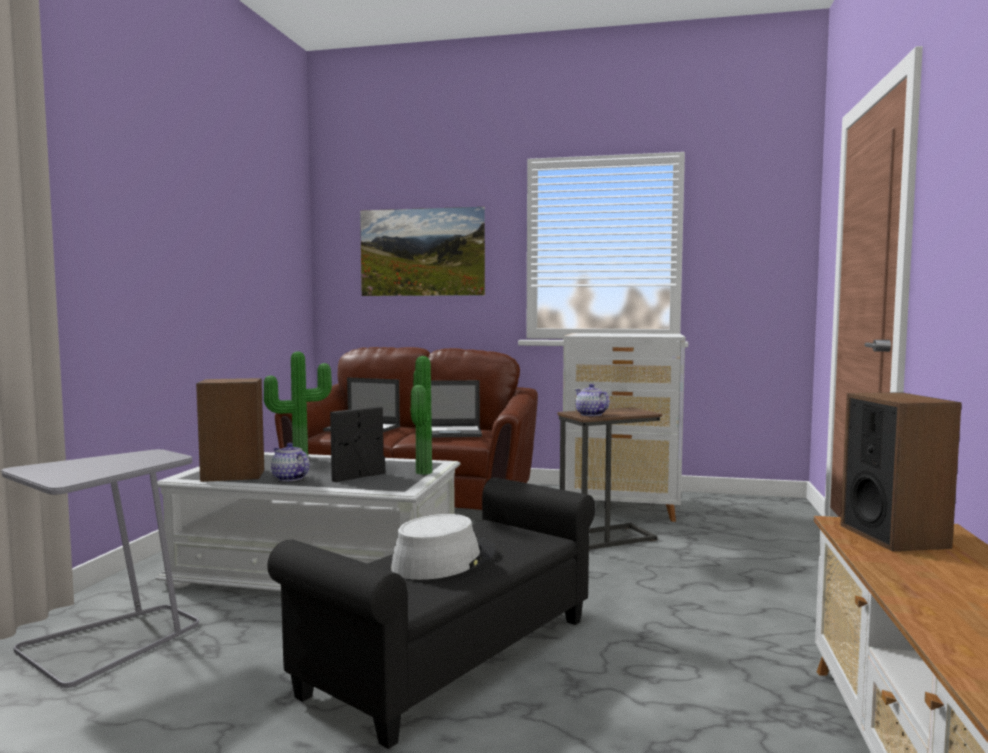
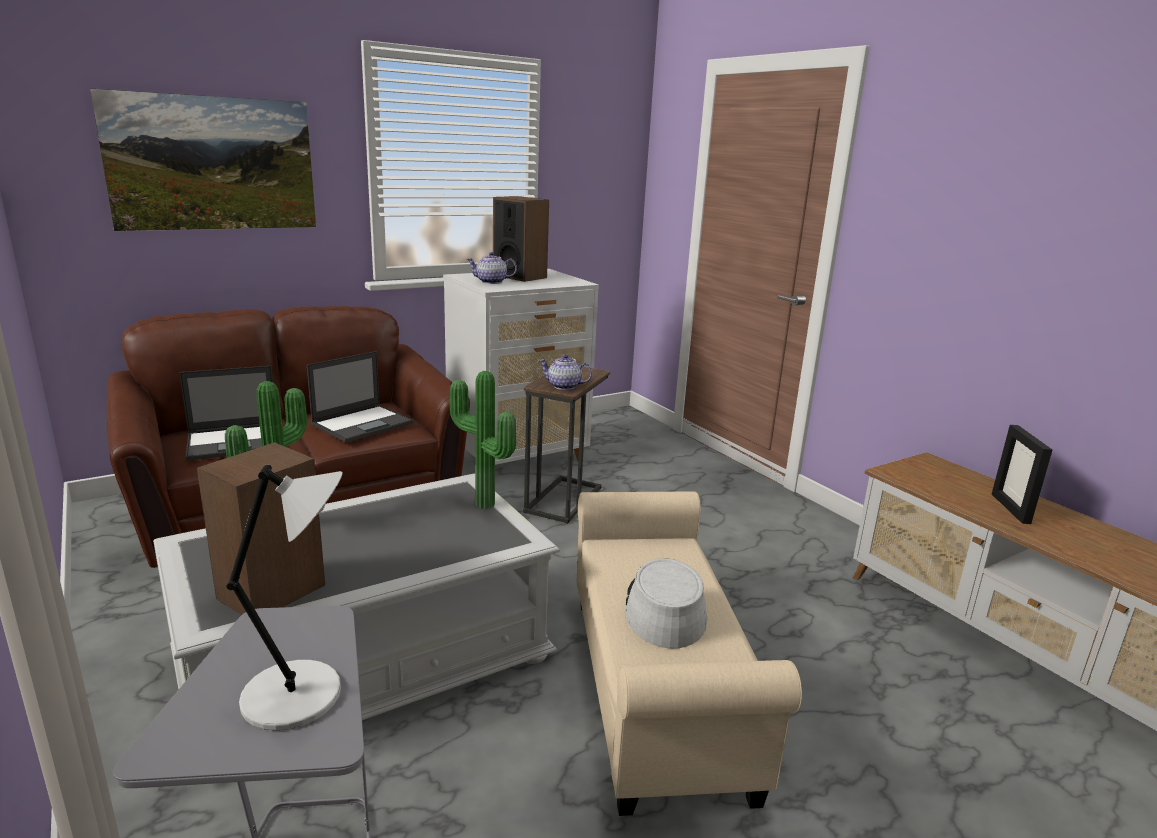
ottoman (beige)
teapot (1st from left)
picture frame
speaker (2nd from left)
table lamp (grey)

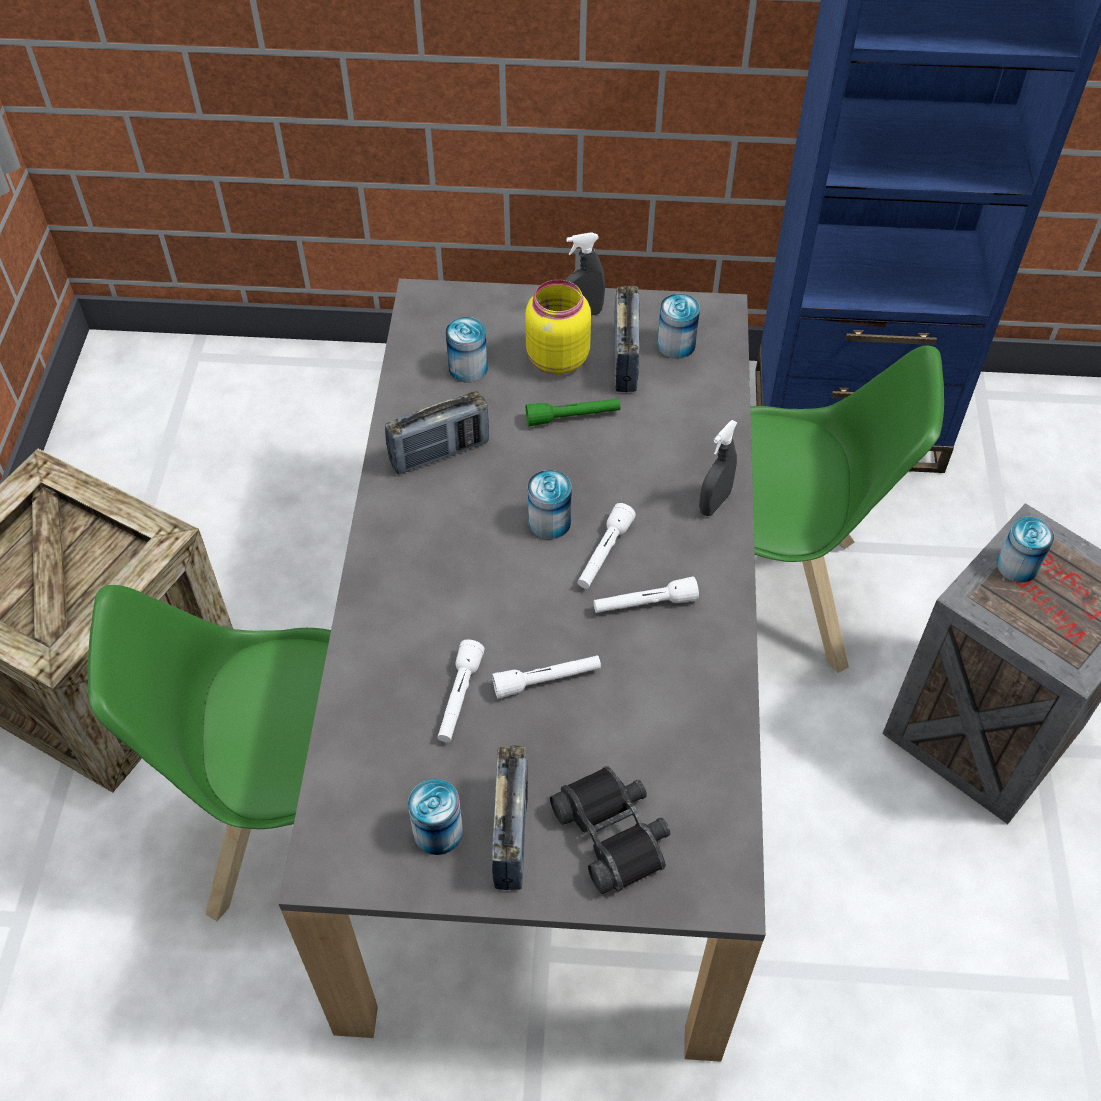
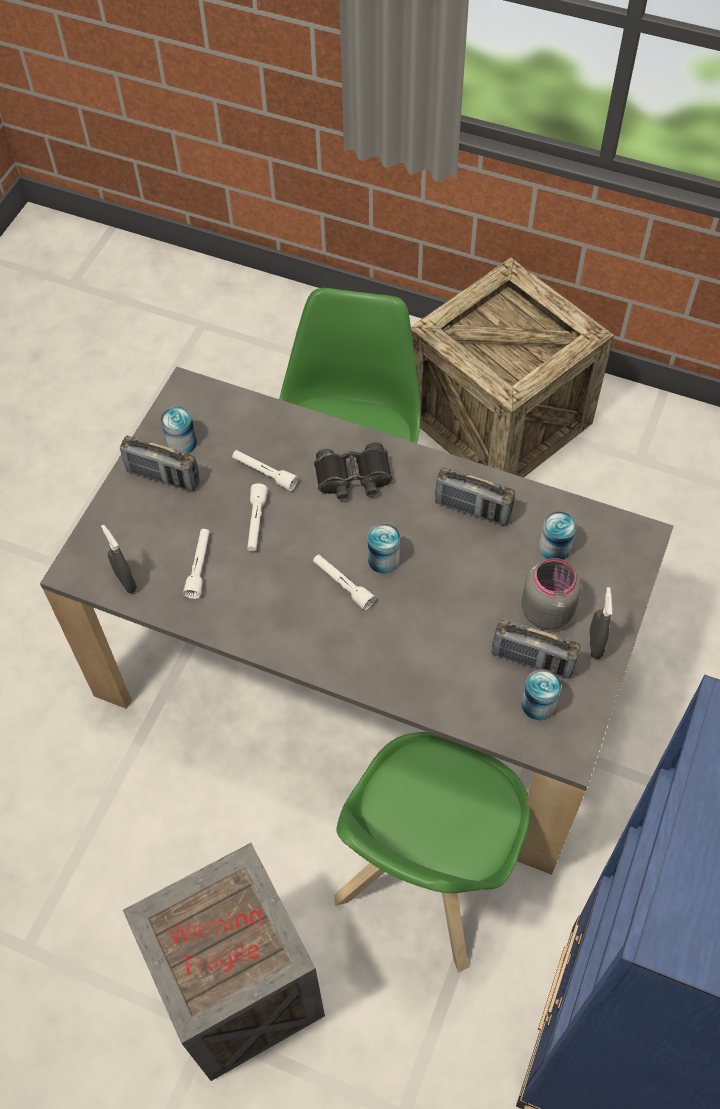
radio (2nd from left)
jar (grey)
flashlight (green)
binoculars (black)
flashlight (white) (1st from left)
spray bottle (grey) (1st from left)
can (5th from left in the first image)

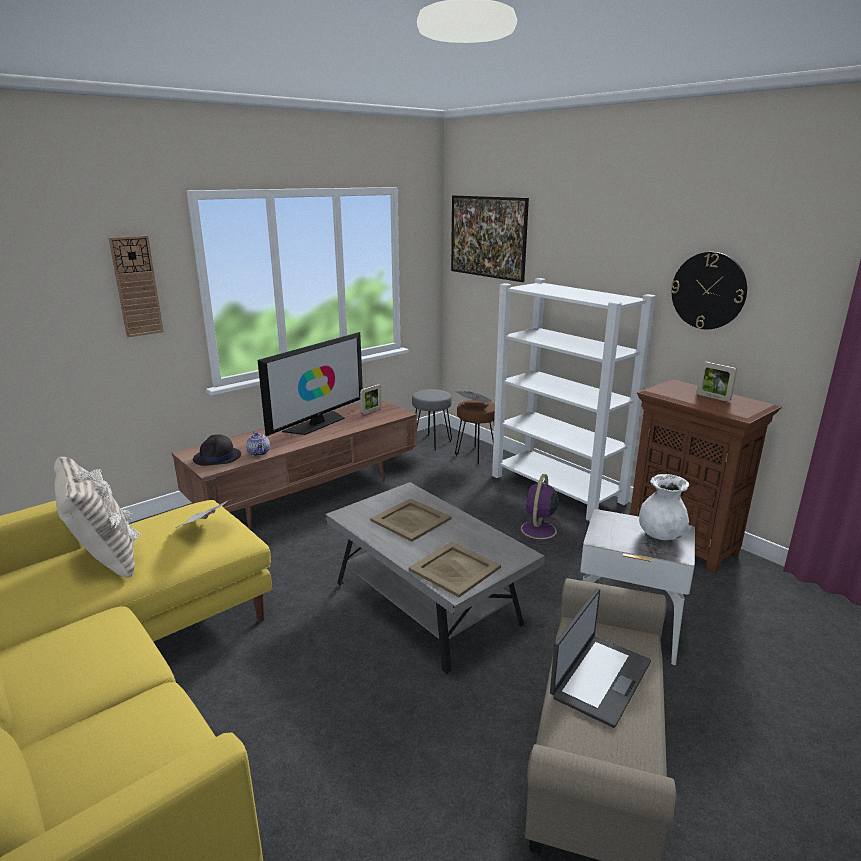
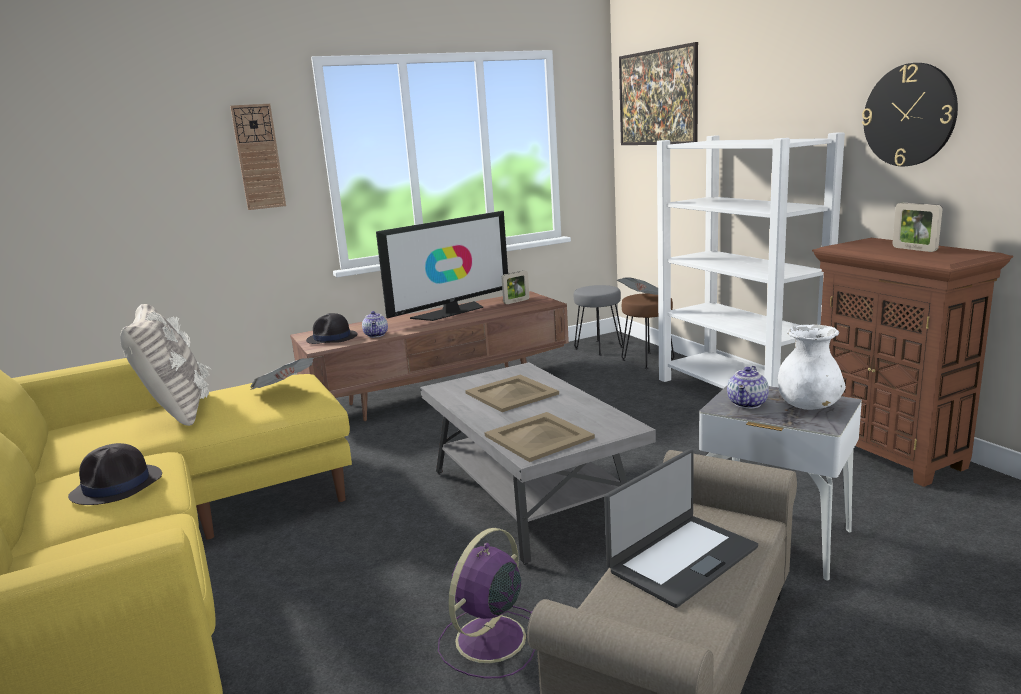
fan (purple)
hat (black) (1st from left)
teapot (2nd from left)

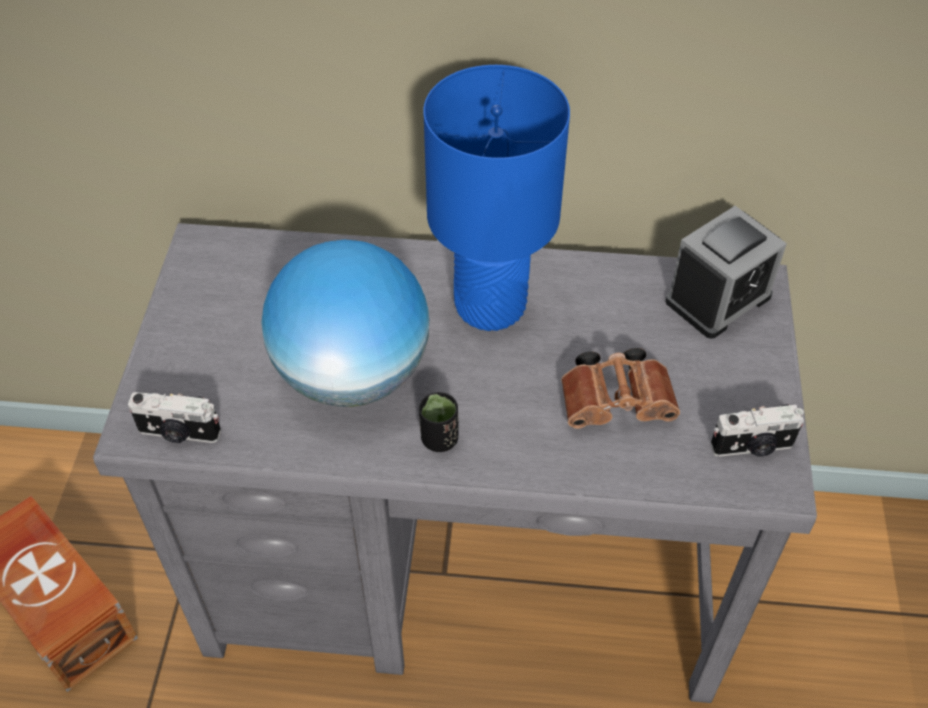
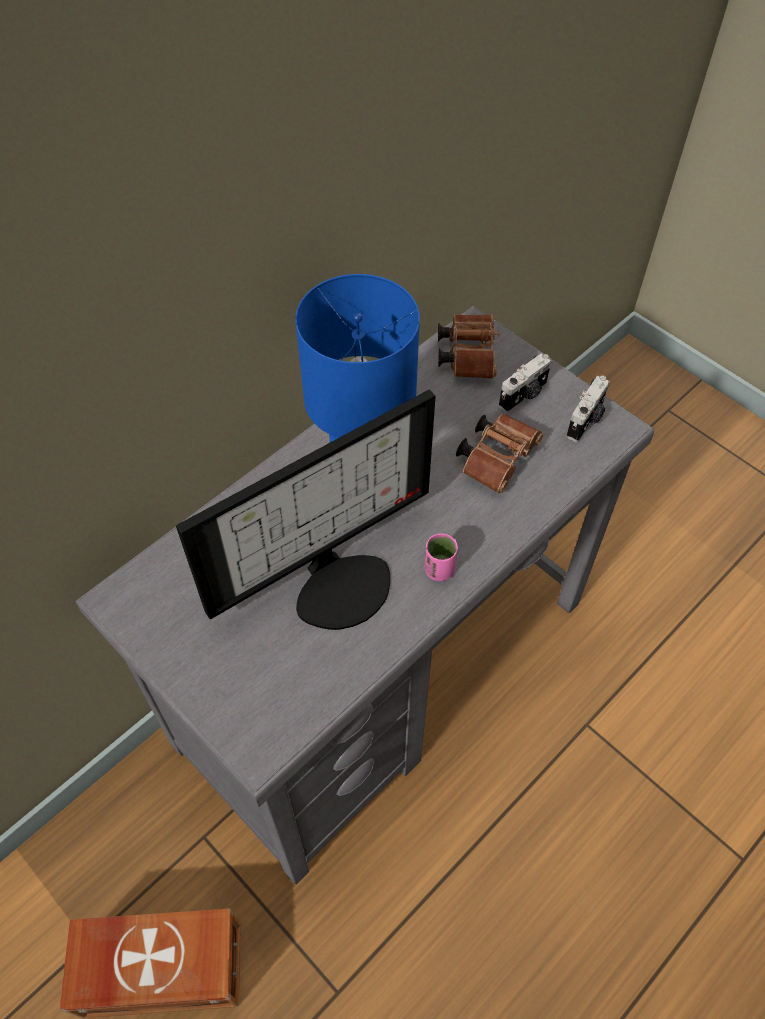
photo camera (1st from left)
monitor
cup (pink)
binoculars (brown) (1st from left)

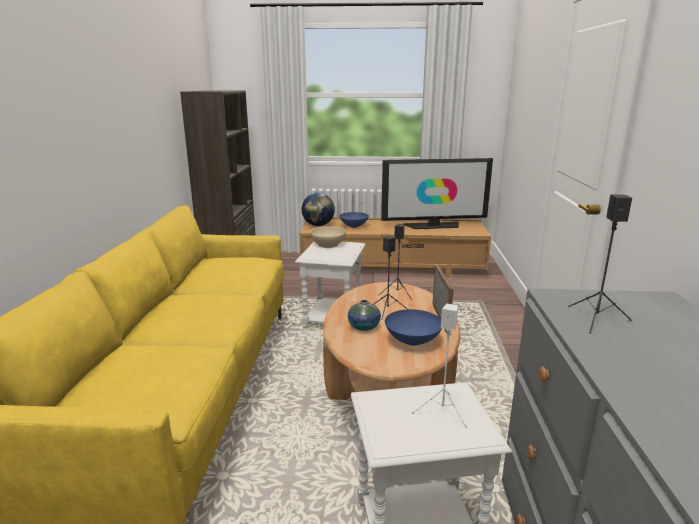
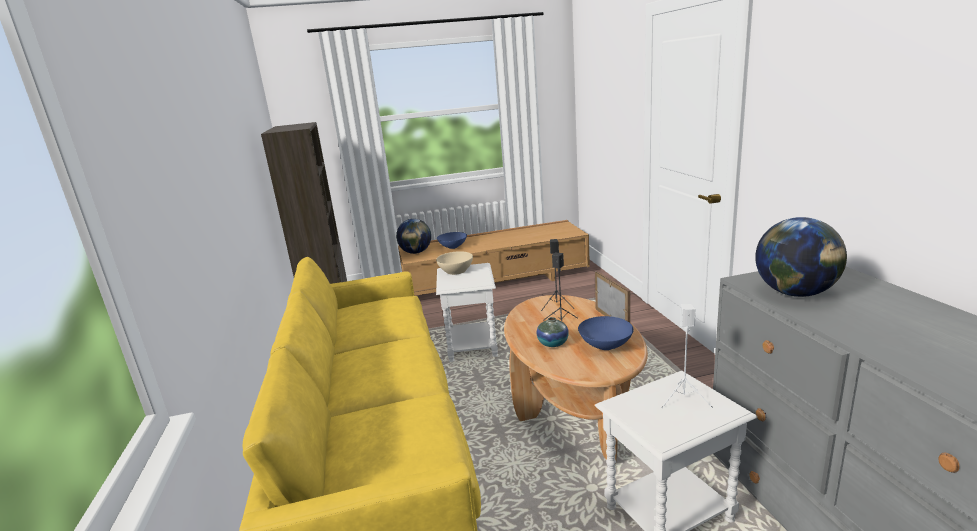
television
globe (2nd from left)

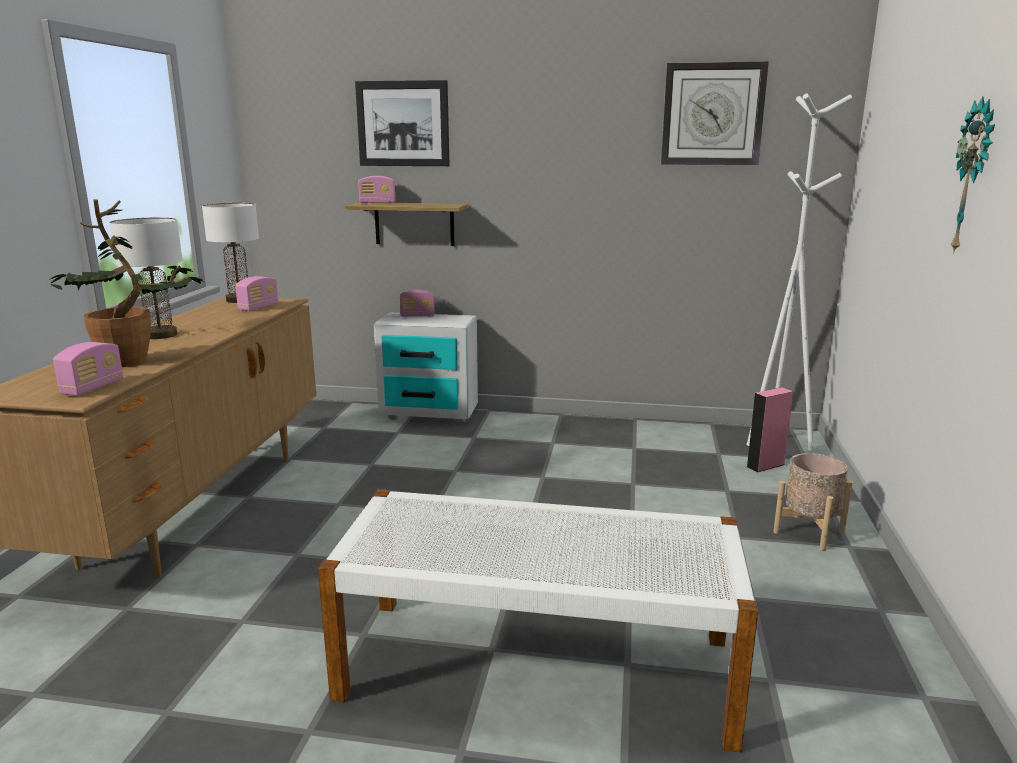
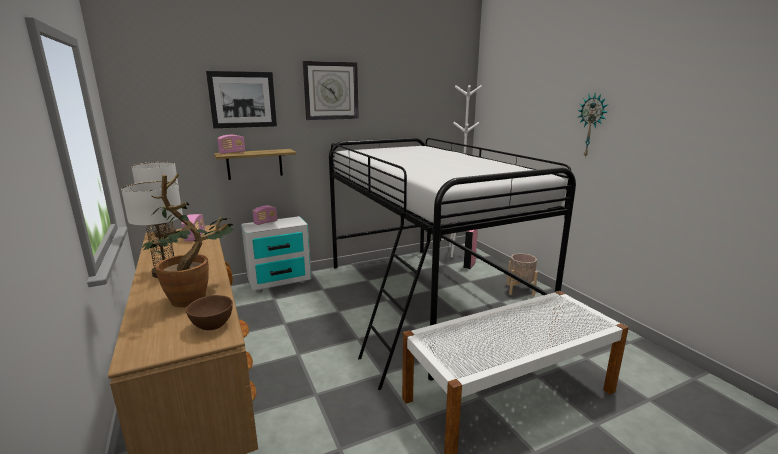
bowl (brown)
wall clock (1st from left)
bed (black)

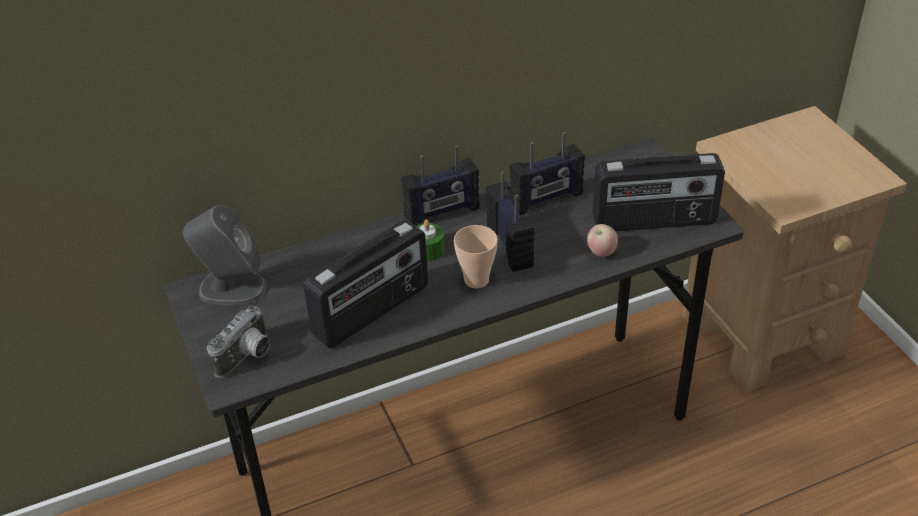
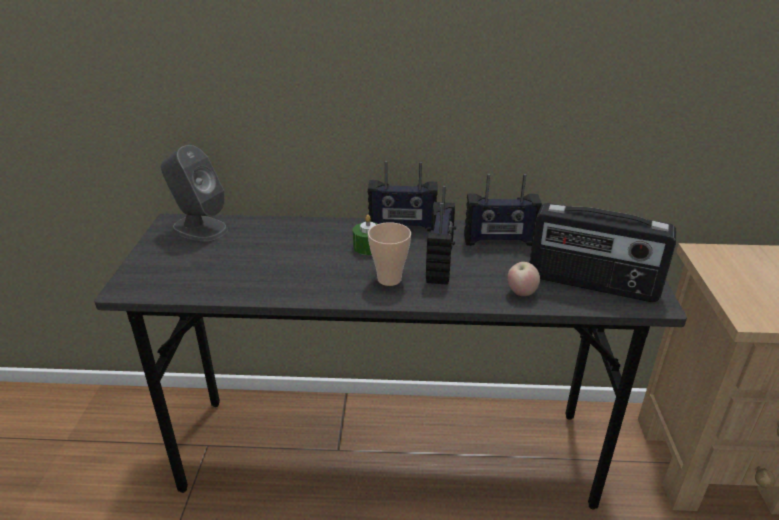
photo camera
radio (1st from left in the first image)

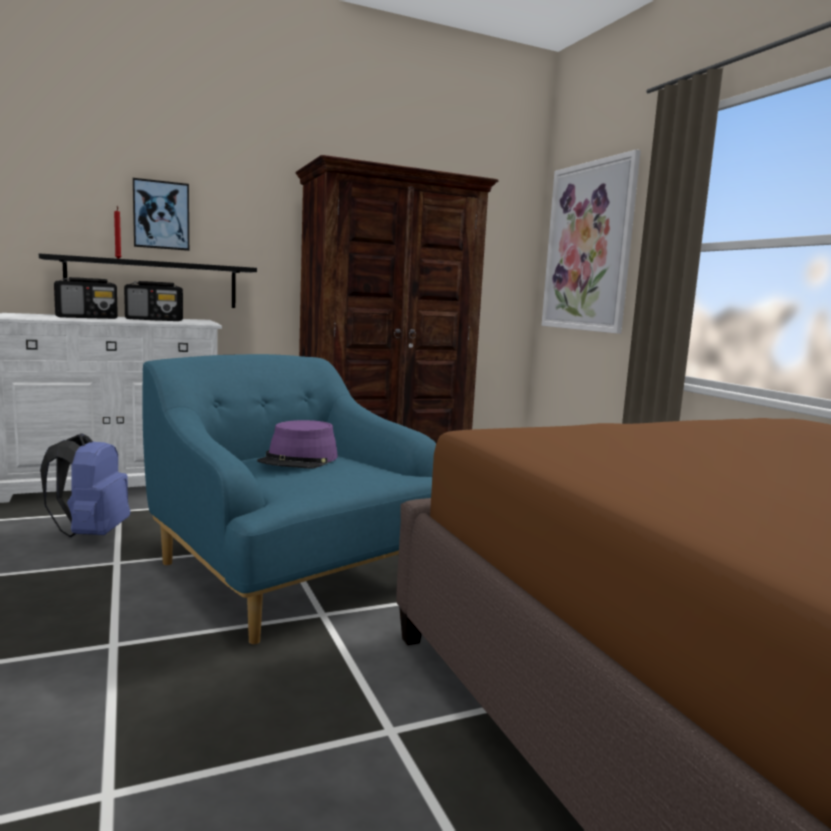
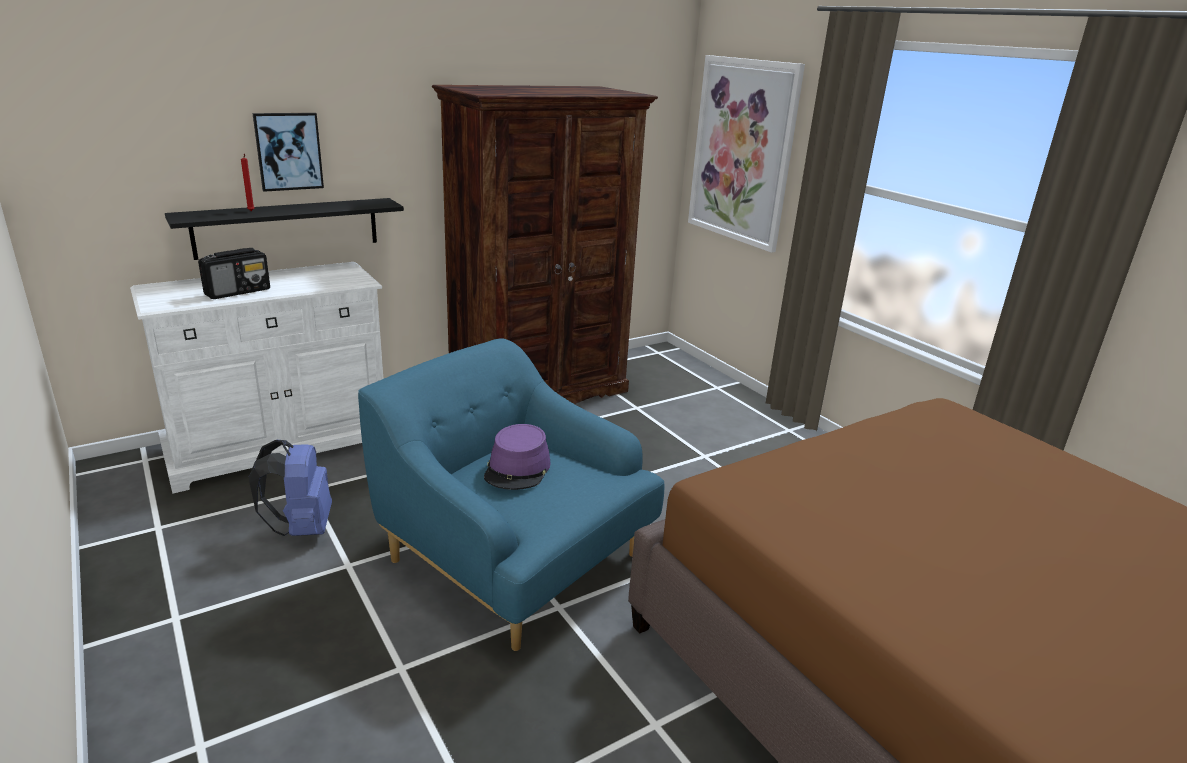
radio (2nd from left in the first image)

